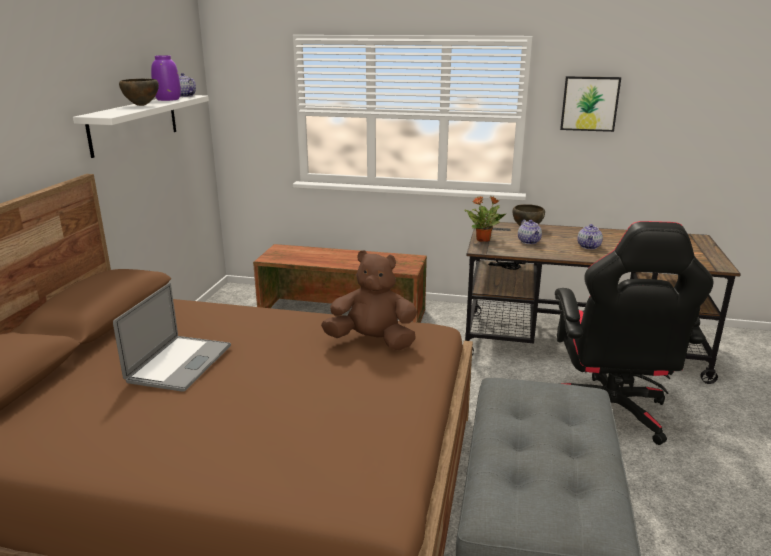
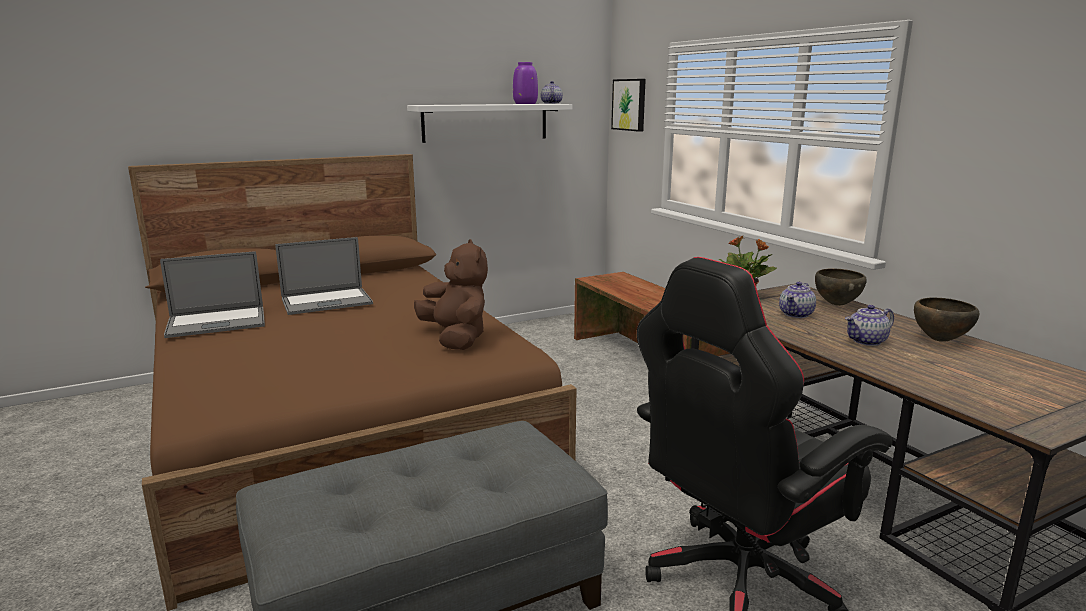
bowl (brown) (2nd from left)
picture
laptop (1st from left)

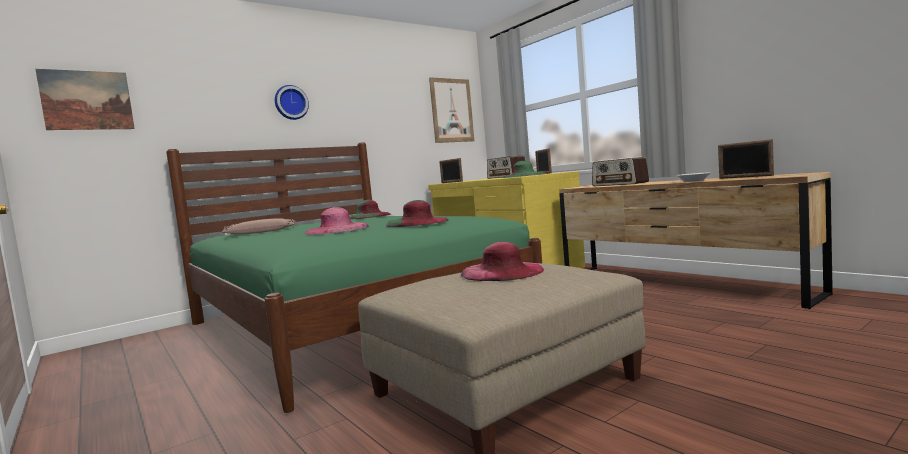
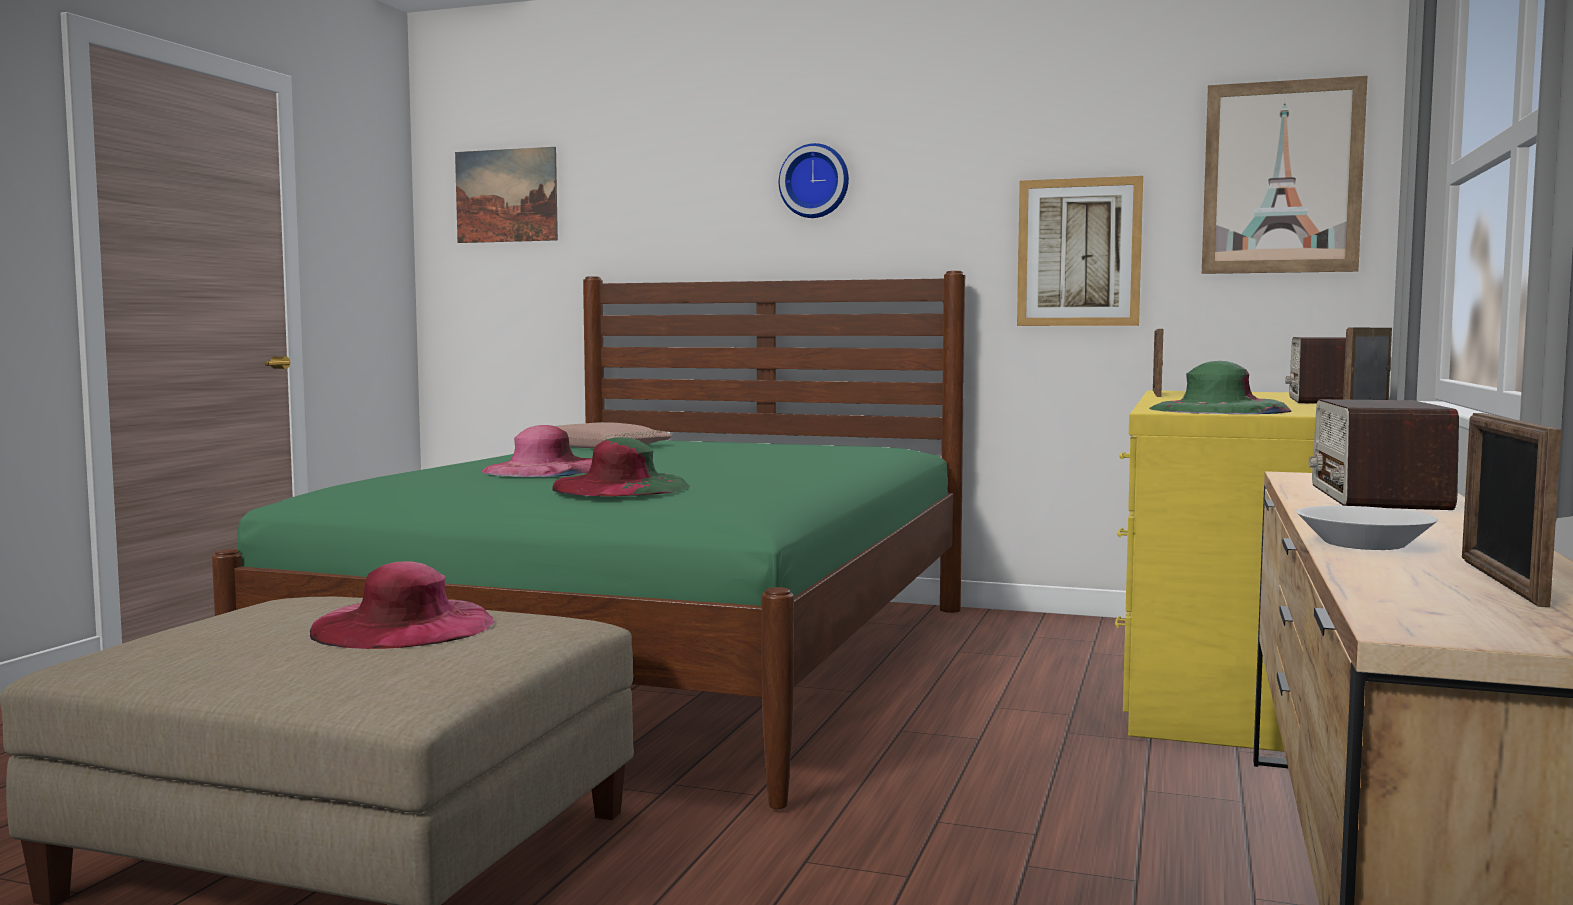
hat (green) (1st from left in the first image)
picture (2nd from left)

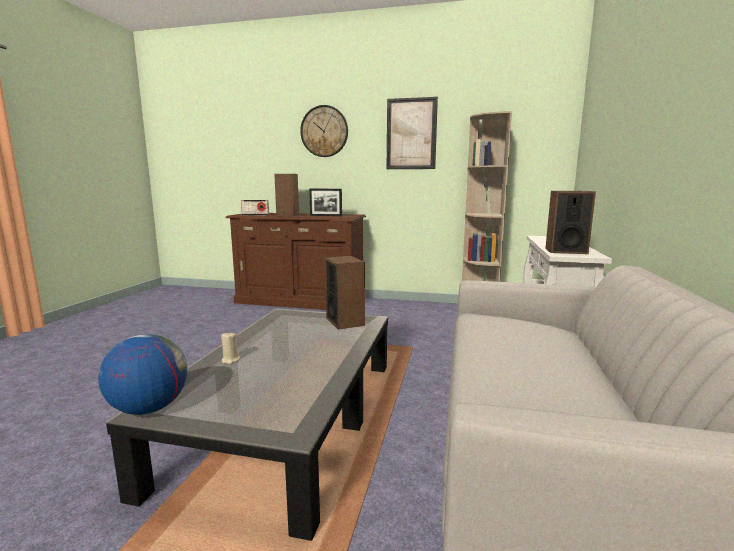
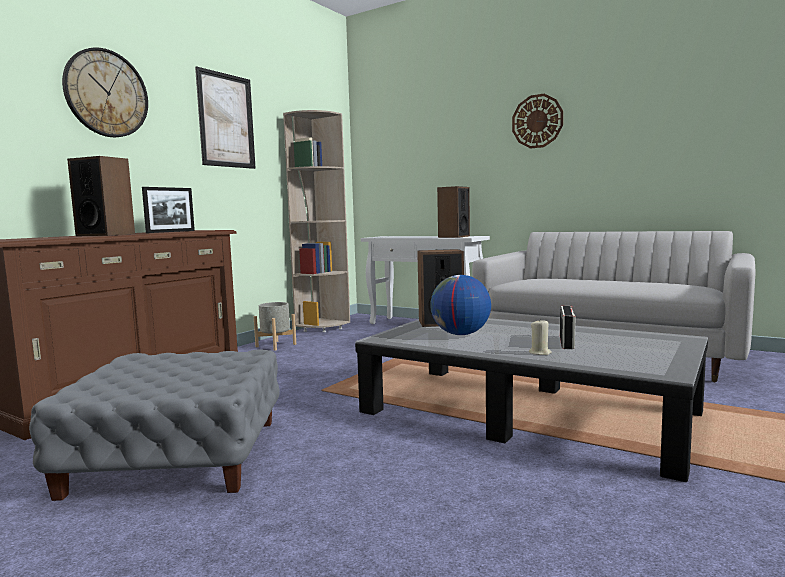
globe
radio
ottoman (grey)
planter (grey)
wall clock (2nd from left)

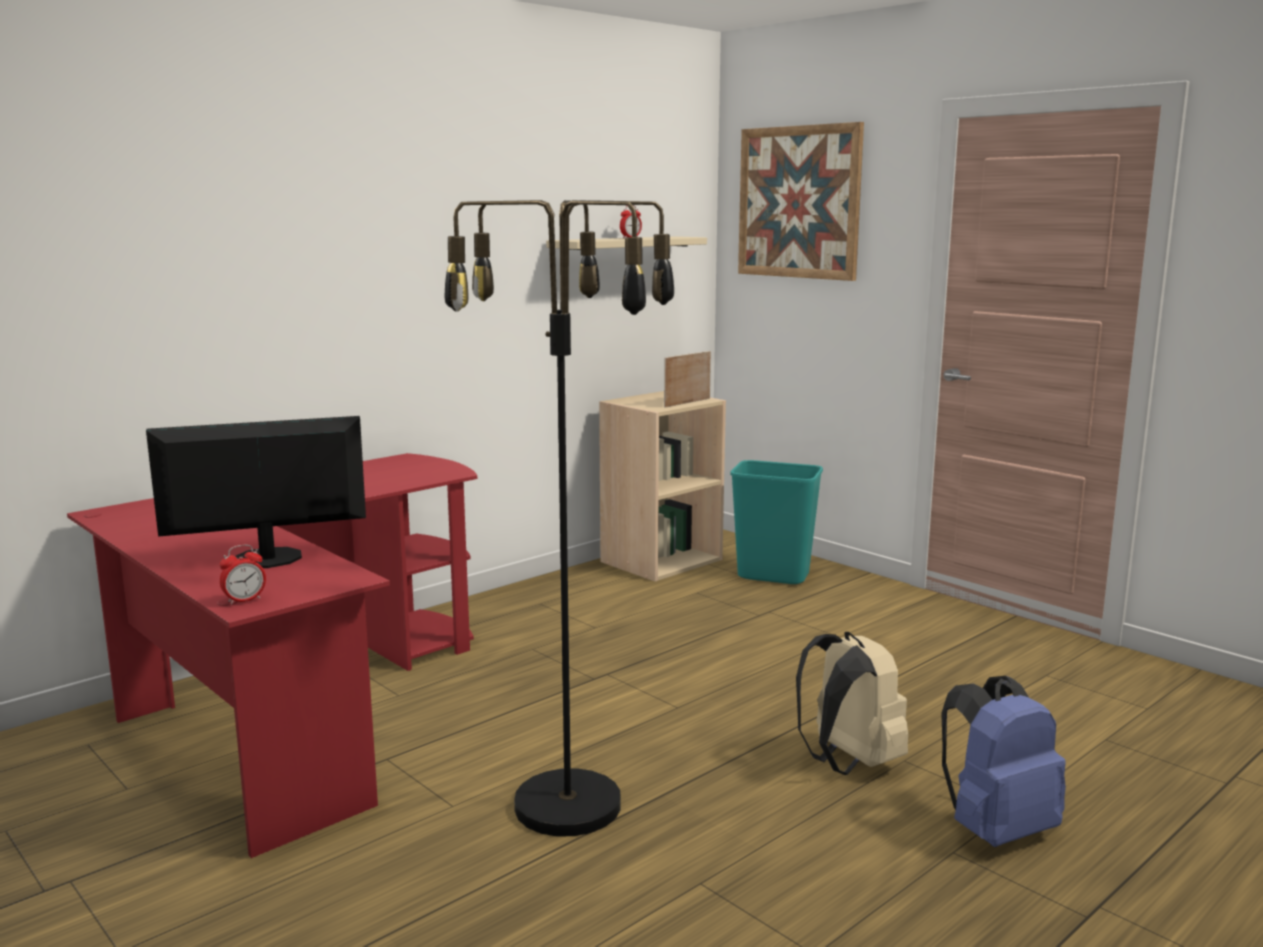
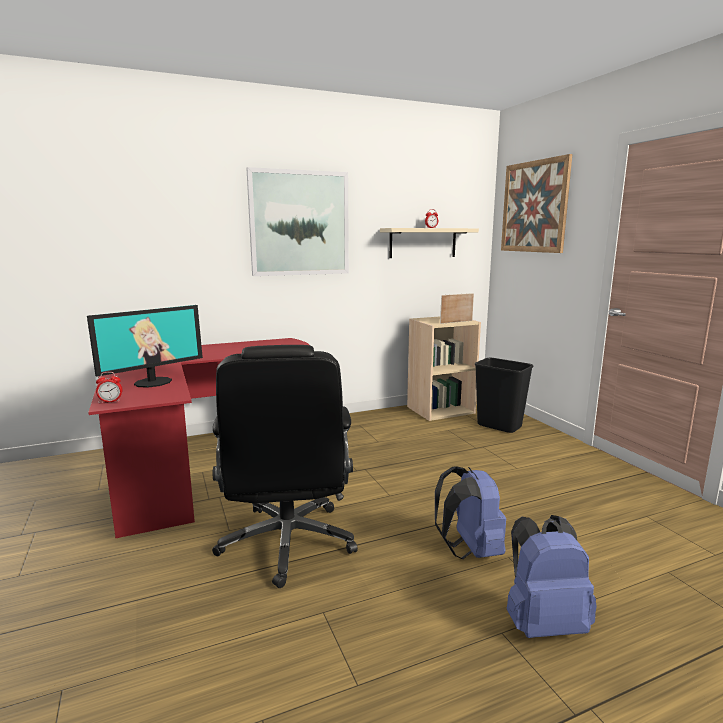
monitor
office chair (black)
trash can (black)
backpack (blue) (1st from left)
picture (1st from left)

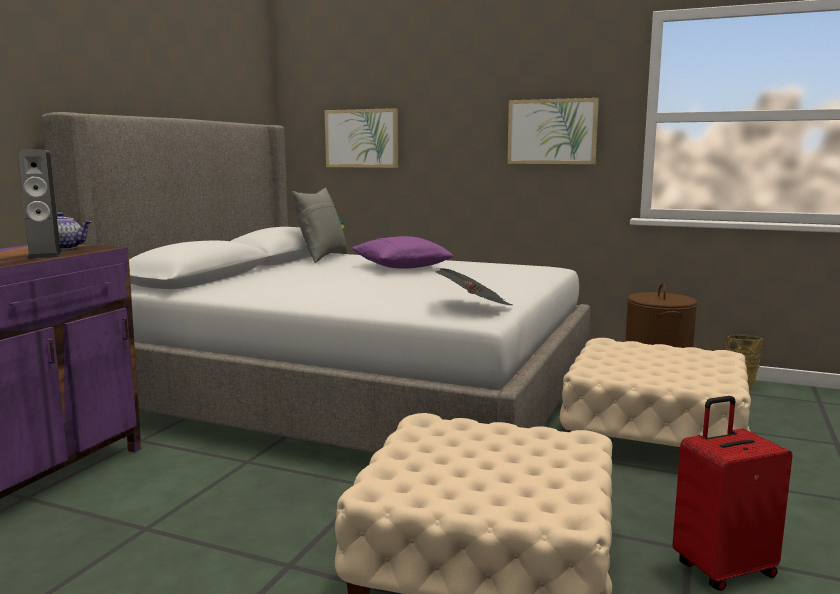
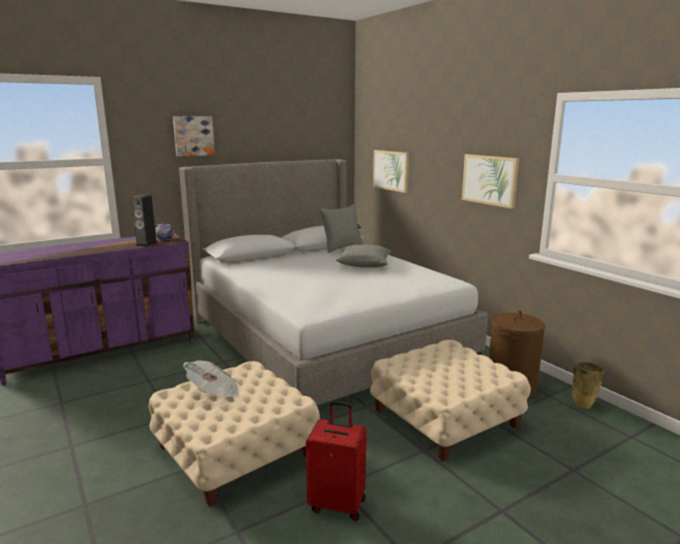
pillow (grey) (2nd from left)
newspaper
picture (1st from left)

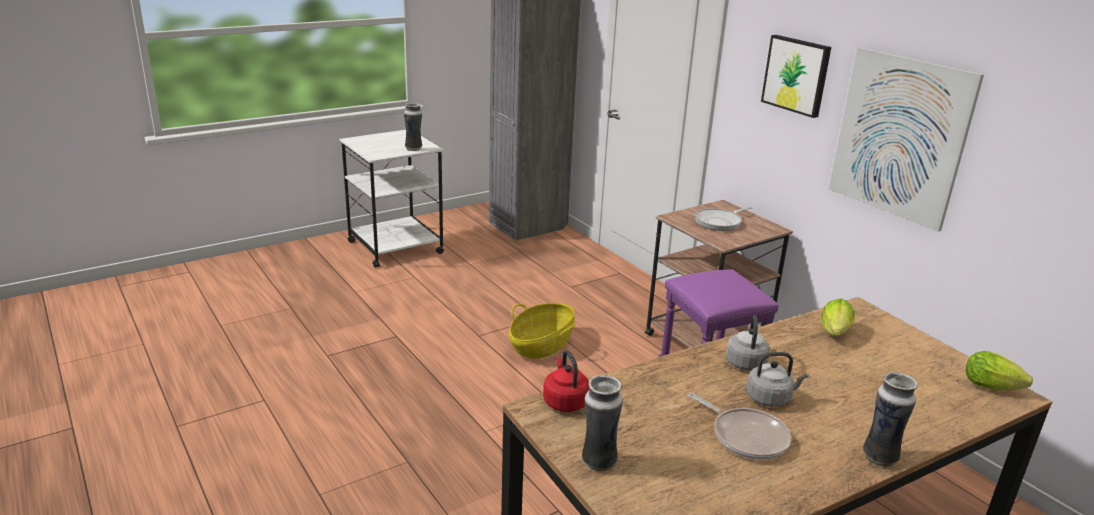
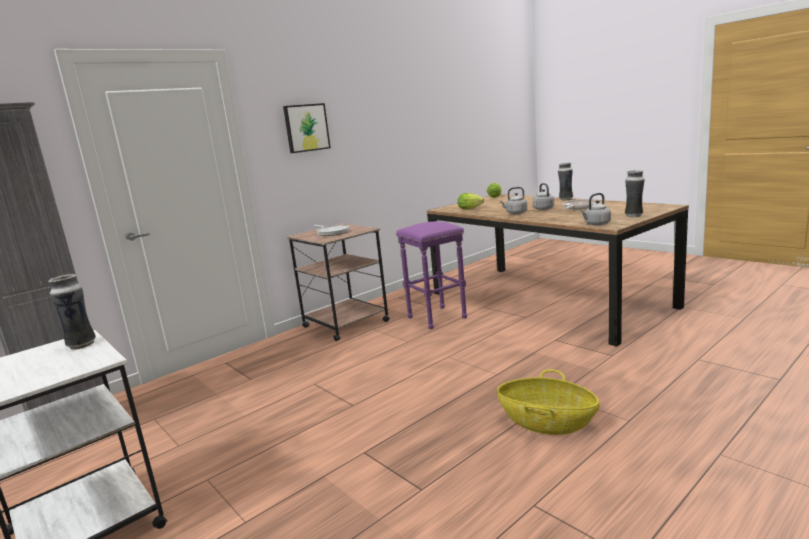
basket
kettle (grey) (3rd from left)
picture (2nd from left in the first image)

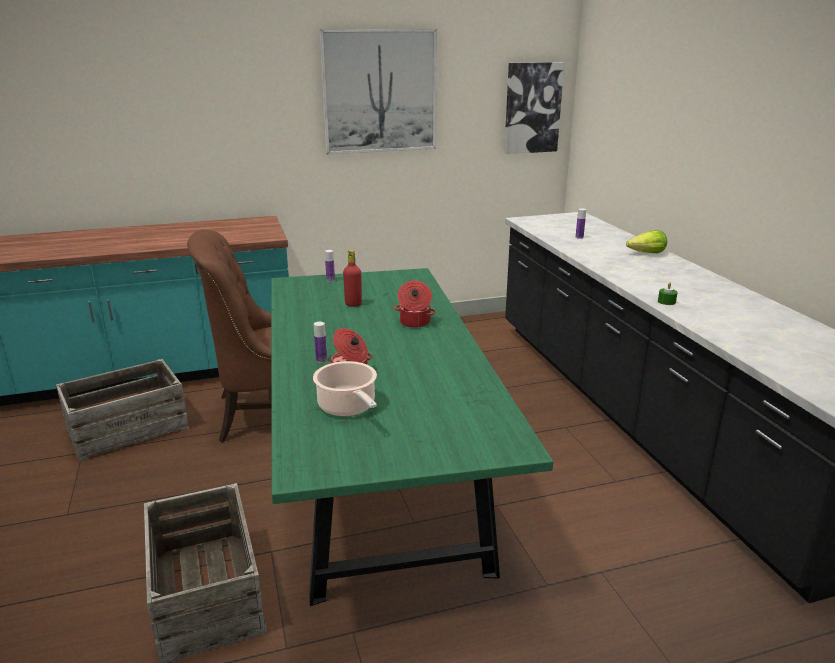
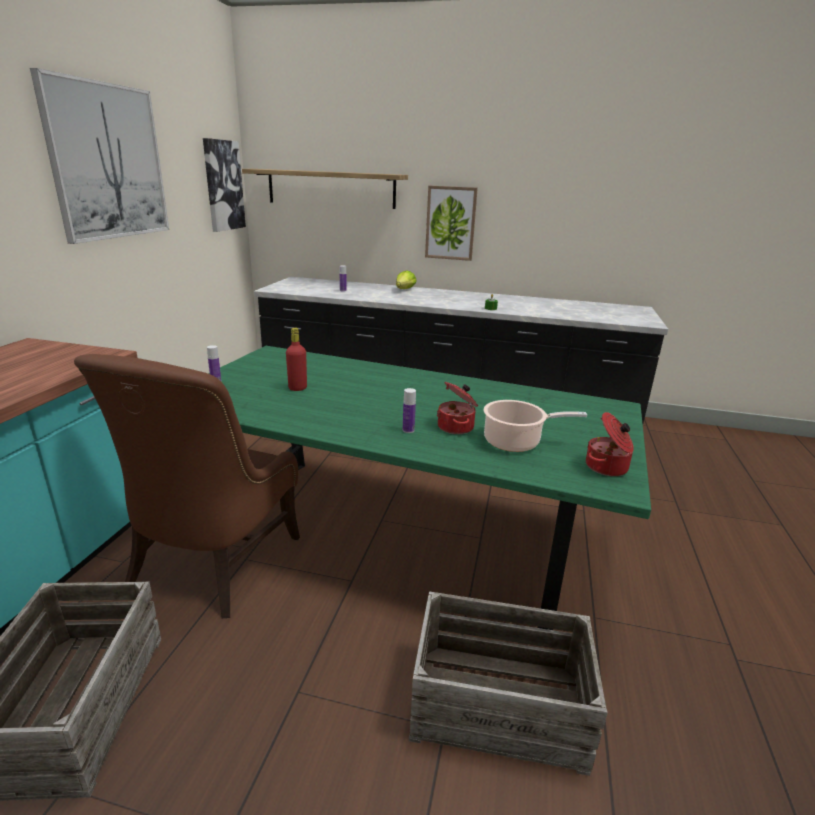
cooking pot (3rd from left)
shelf
picture (3rd from left)

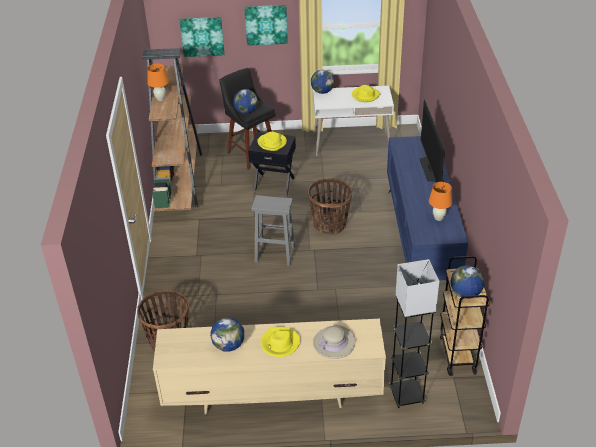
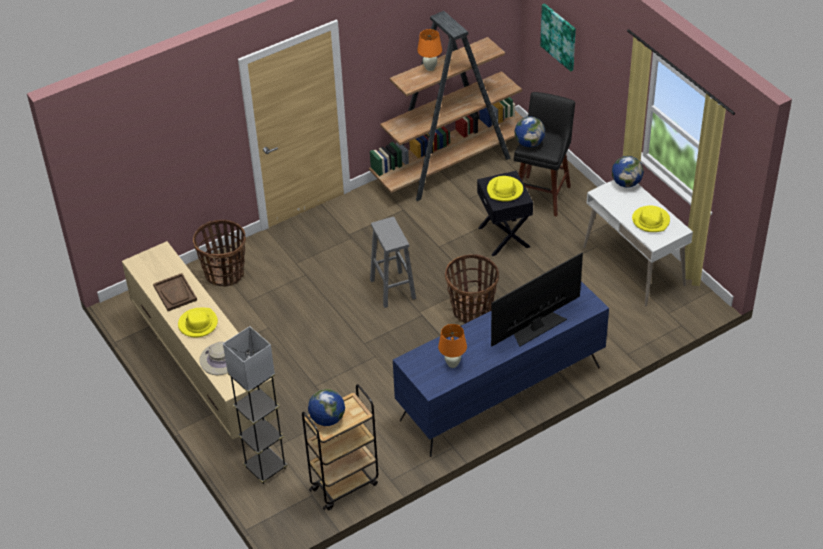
tray (brown)
picture (2nd from left in the first image)

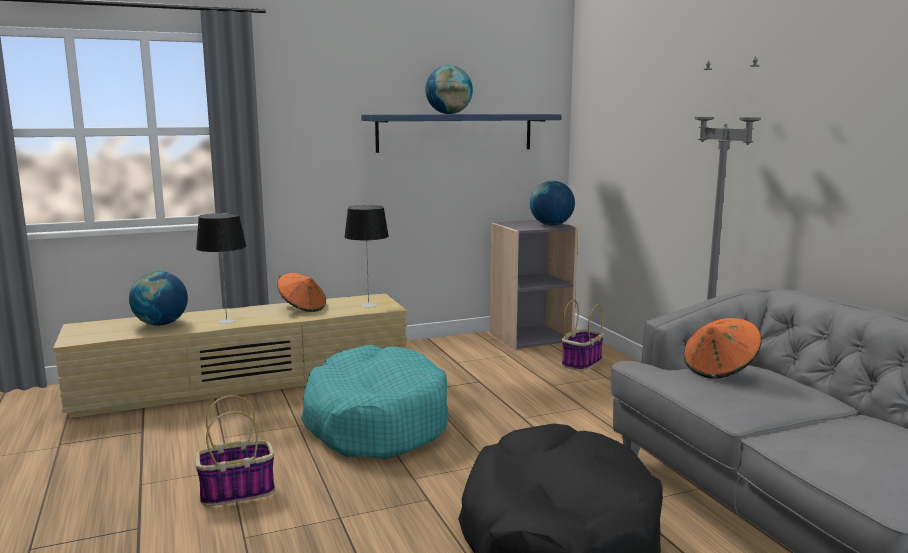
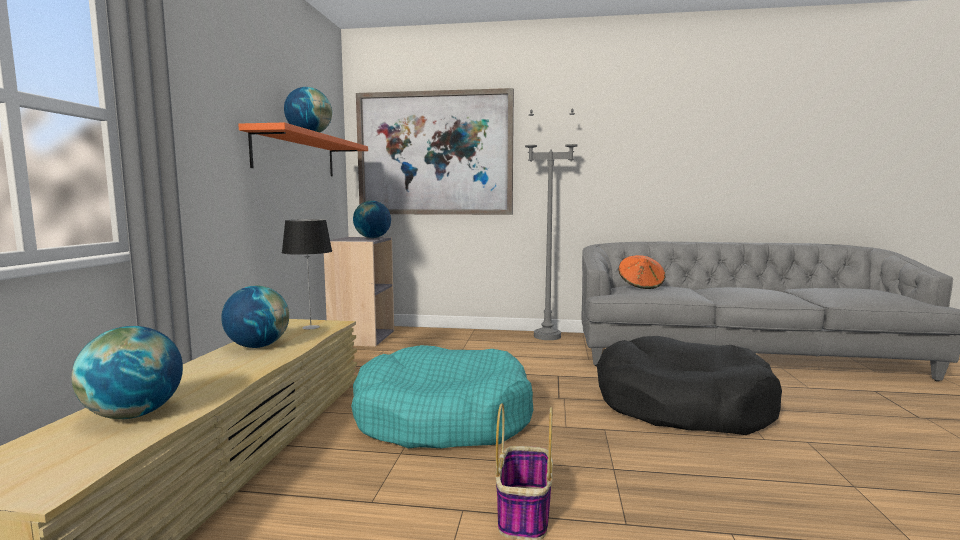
table lamp (1st from left in the first image)
globe (2nd from left)
shelf (orange)
basket (2nd from left in the first image)
picture

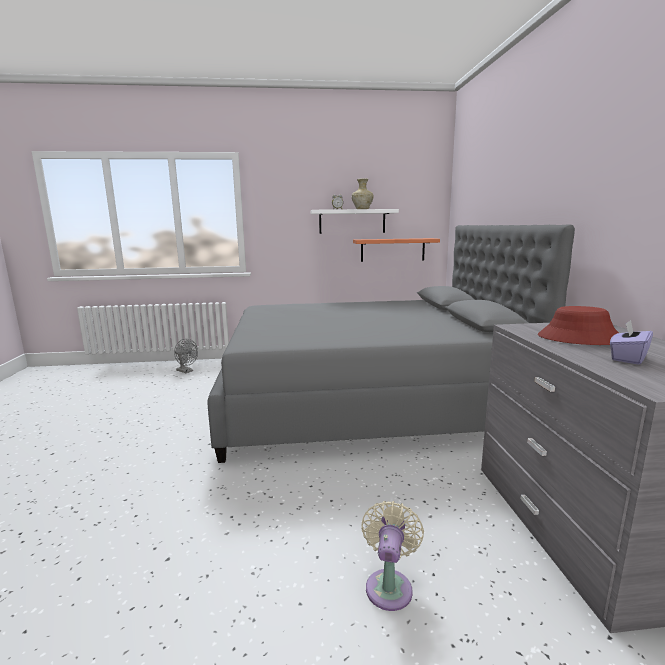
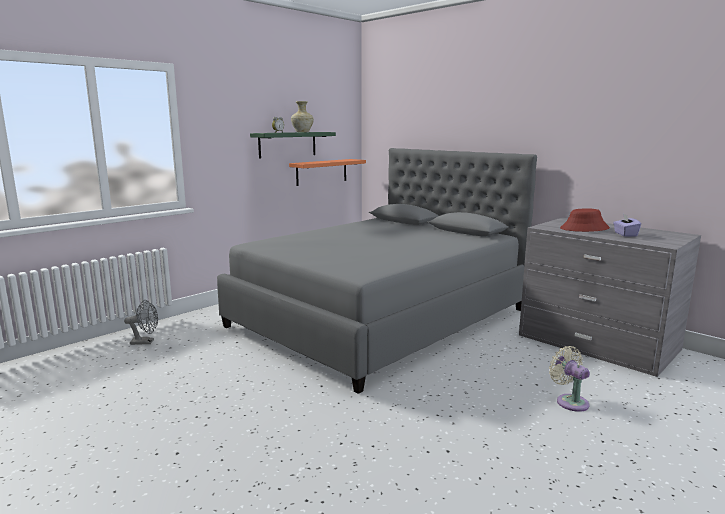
shelf (green)

